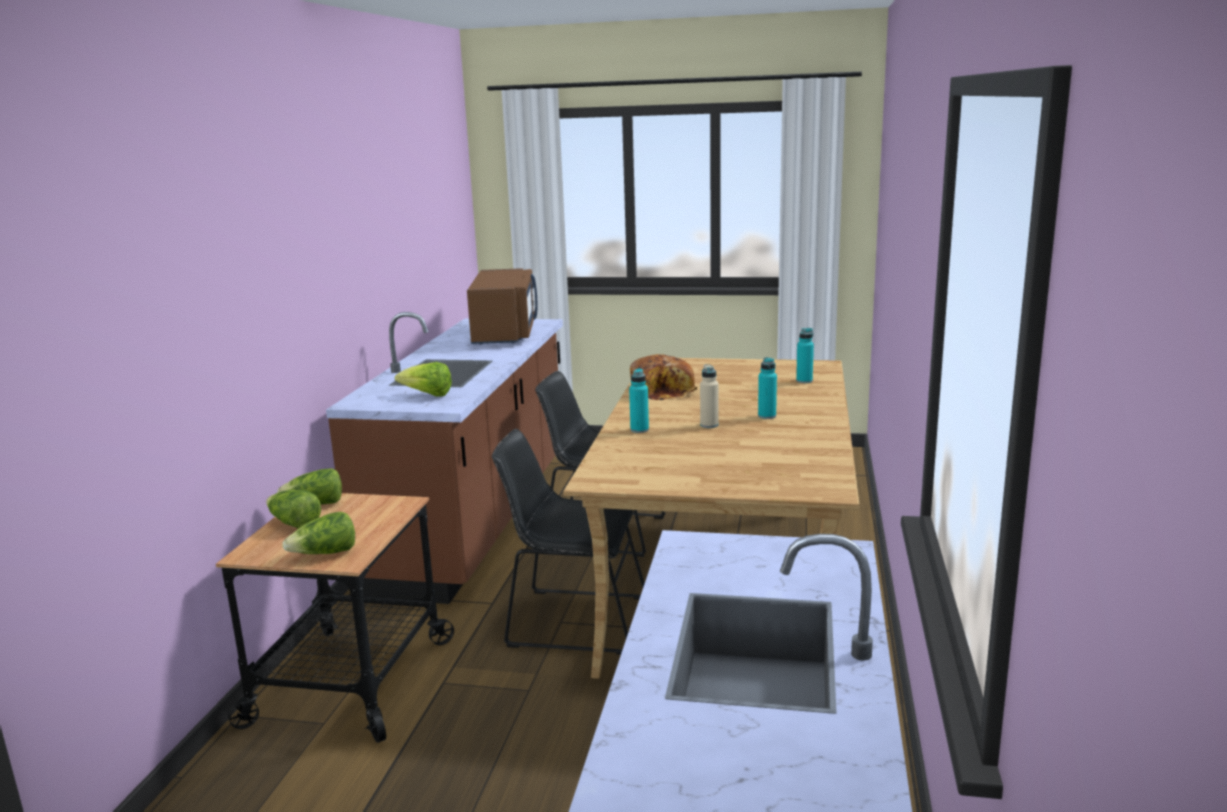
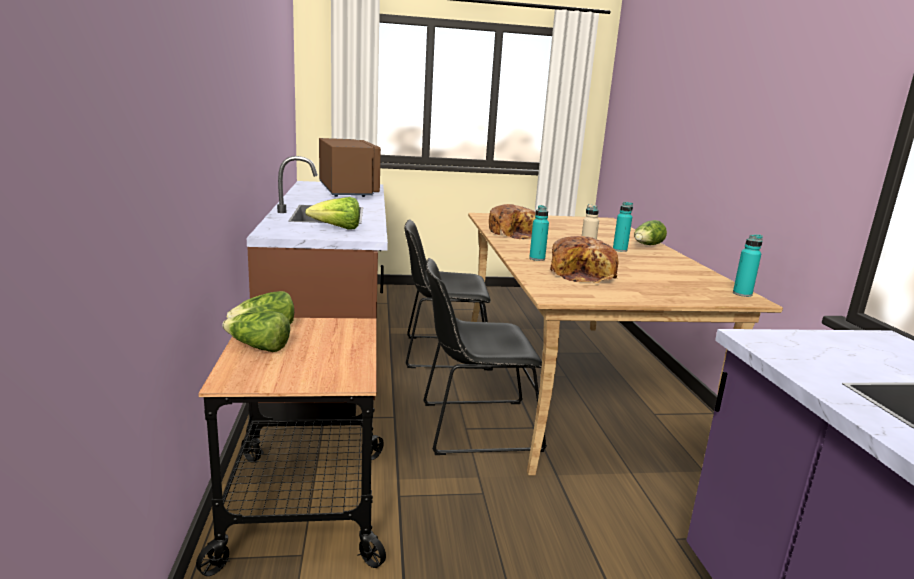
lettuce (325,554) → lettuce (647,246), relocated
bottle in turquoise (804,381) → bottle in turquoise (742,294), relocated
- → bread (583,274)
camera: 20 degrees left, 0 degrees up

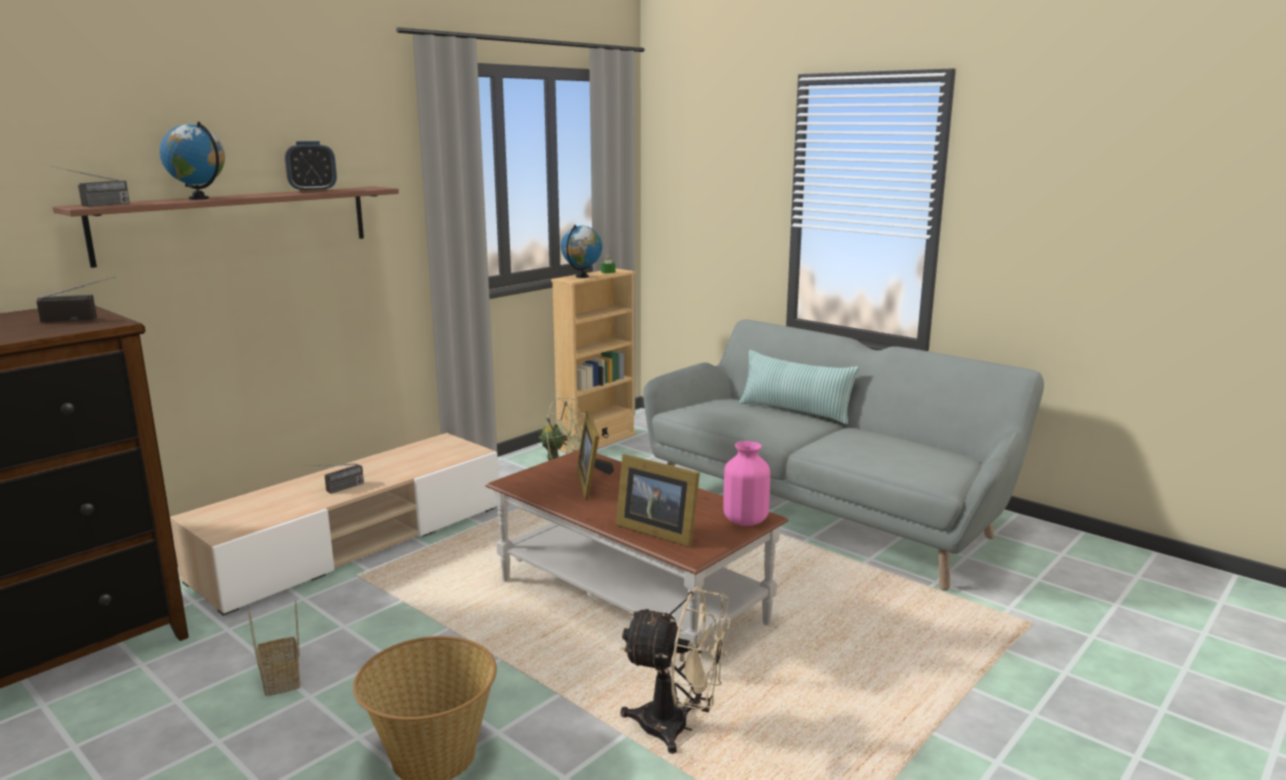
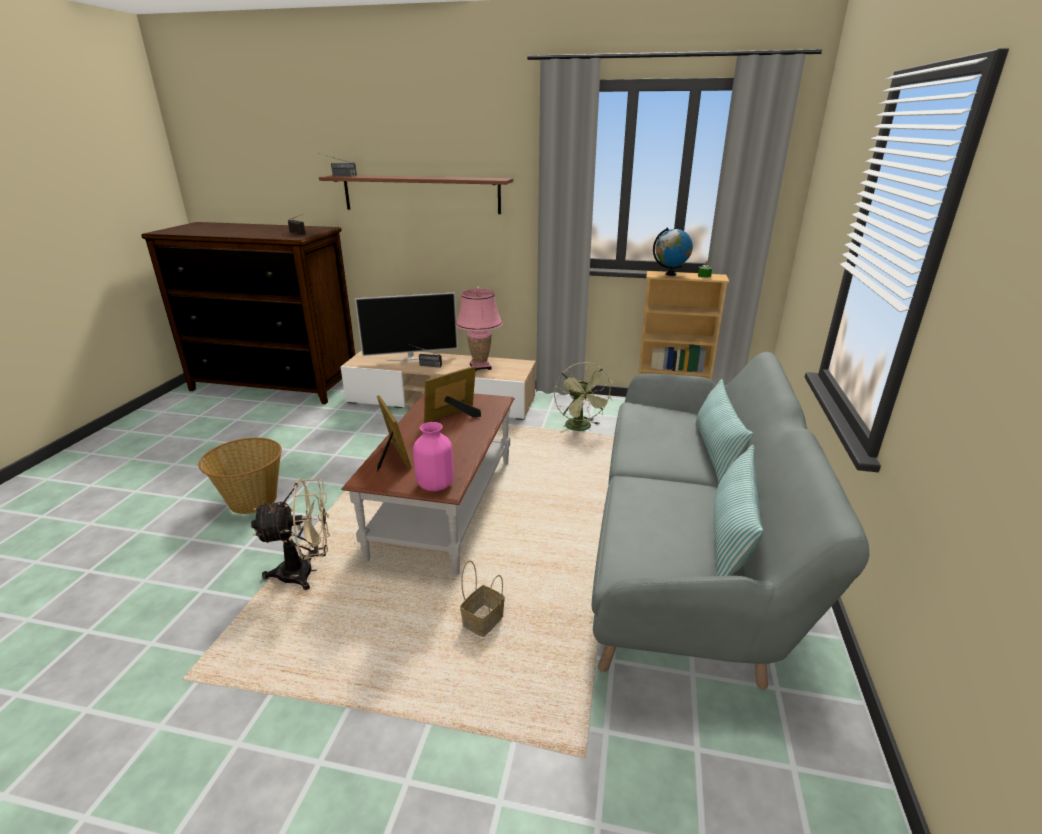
globe (199,198) → -
basket (282,681) → basket (483,622), relocated
alarm clock (313,191) → -
picture frame (656,530) → picture frame (393,457), 150 degrees clockwise
fan in beige (677,728) → fan in beige (306,572), 90 degrees counterclockwise
- → television (411,358)
- → table lamp in pink (480,367)
- → pillow (730,538)
camera: 60 degrees right, 10 degrees up

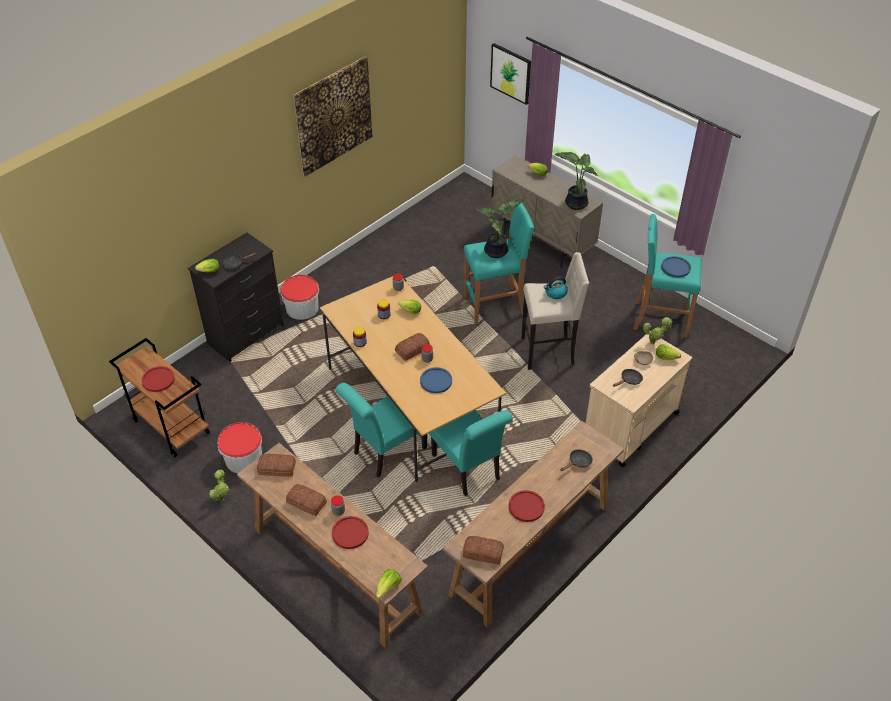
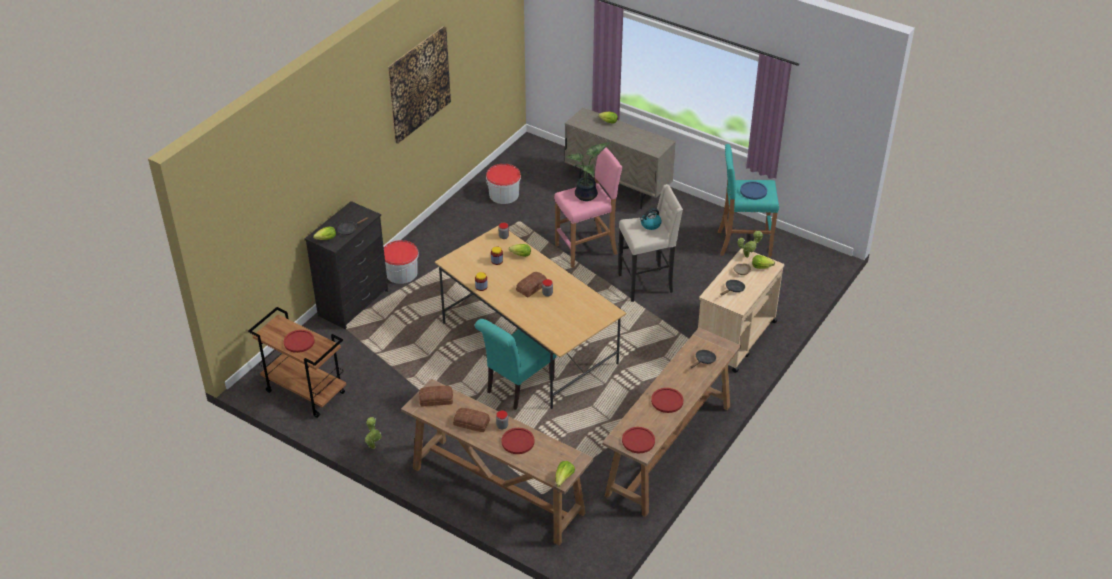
bucket (244,458) → bucket (504,194), relocated
plate in blue (436,381) → -
chair in turquoise (469,470) → -
bread (482,552) → plate in red (638,441)
stool in turquoise (495,305) → stool in pink (587,249)
picture (511,73) → -
potted plant (575,203) → -
camera: 10 degrees left, 5 degrees down

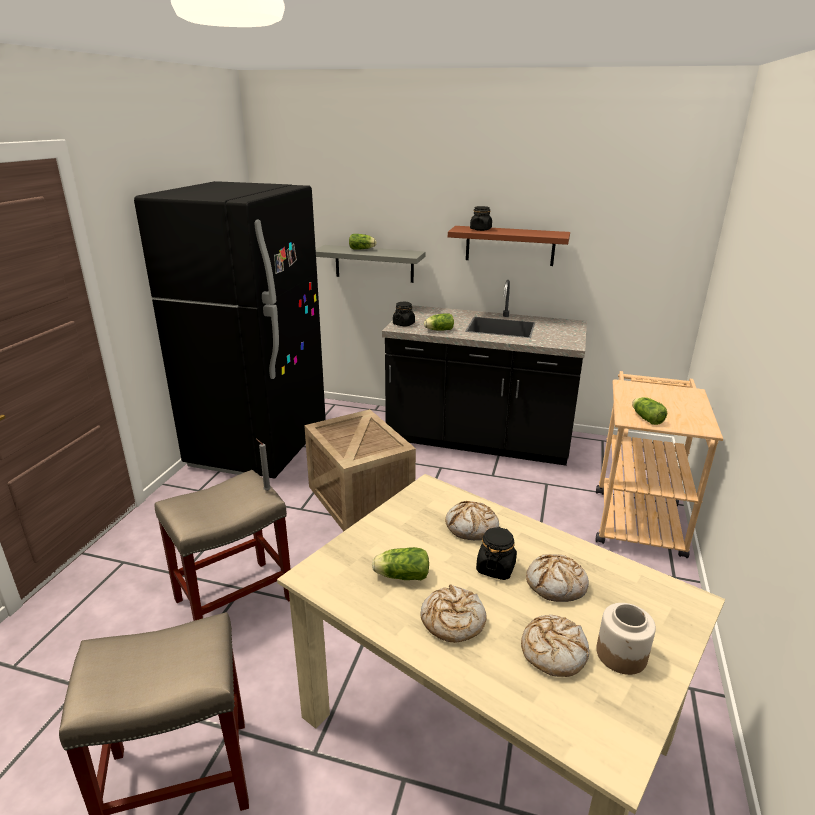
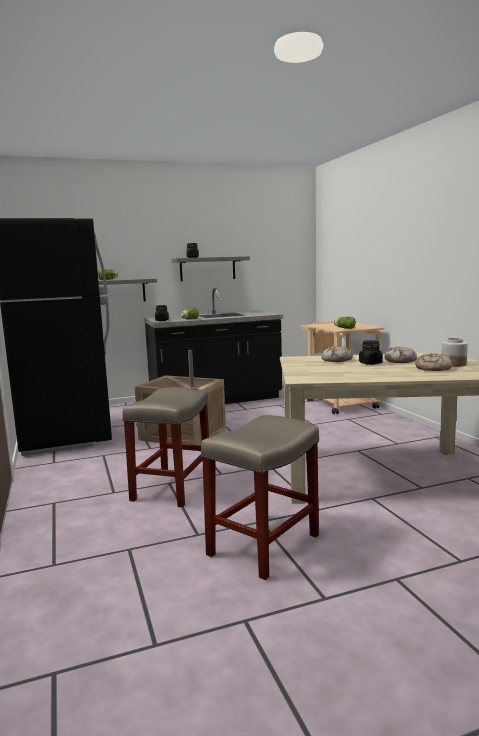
lettuce (400,575) → -
bread (452,621) → -
shelf in brown (510,245) → shelf in grey (207,269)
camera: 35 degrees left, 15 degrees down

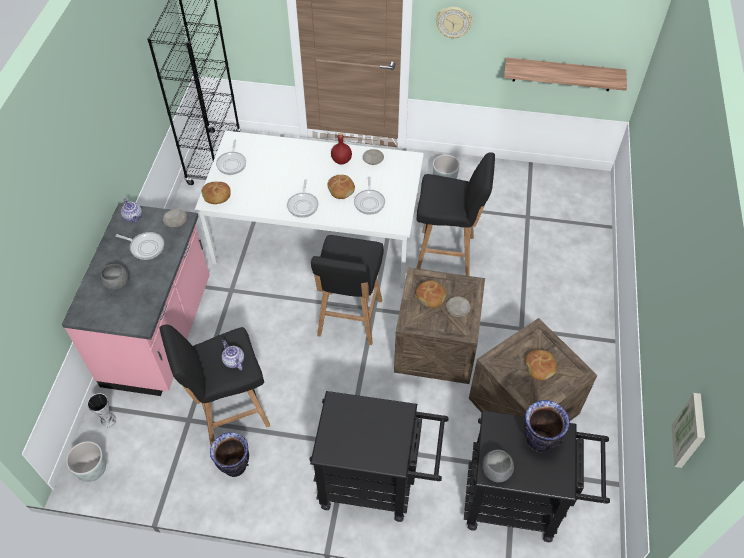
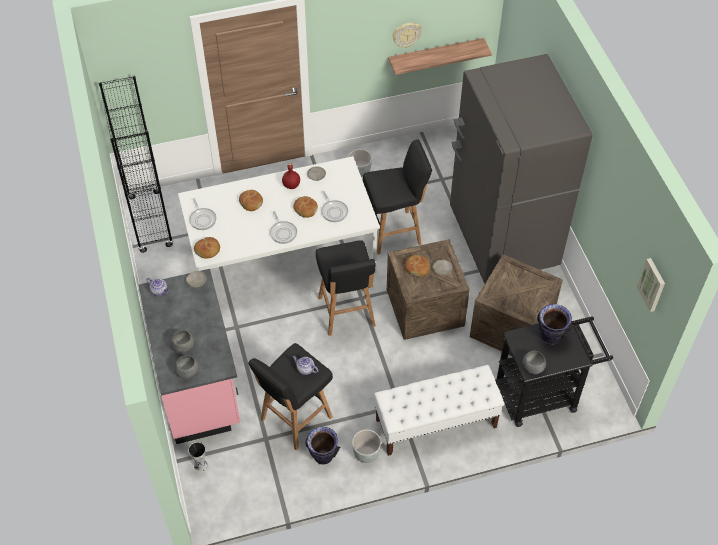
planter in grey (92,469) → planter in grey (366,454), relocated
frying pan (145,247) → -
cart in black (377,483) → bench in white (435,423)
wall clock (453,22) → wall clock (406,34), relocated
bread (540,367) → bread (251,202), relocated
- → bowl in grey (188,372)
- → fridge in grey (502,238)
camera: 25 degrees left, 0 degrees up

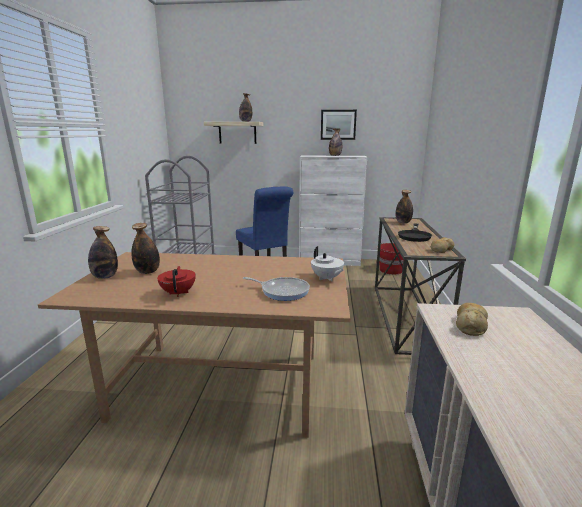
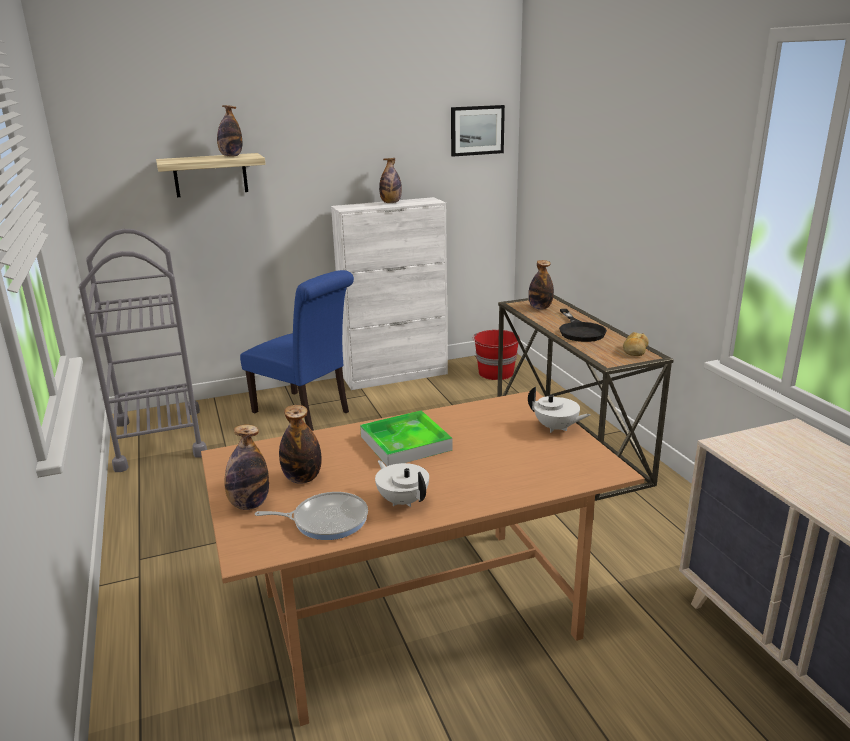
teapot in red (178,293) → teapot in white (403,500)
frying pan (282,291) → frying pan (326,520), relocated
picture (338,124) → picture (477,130), relocated
bread (470,325) → -
- → tray (405,443)
camera: 25 degrees left, 5 degrees up

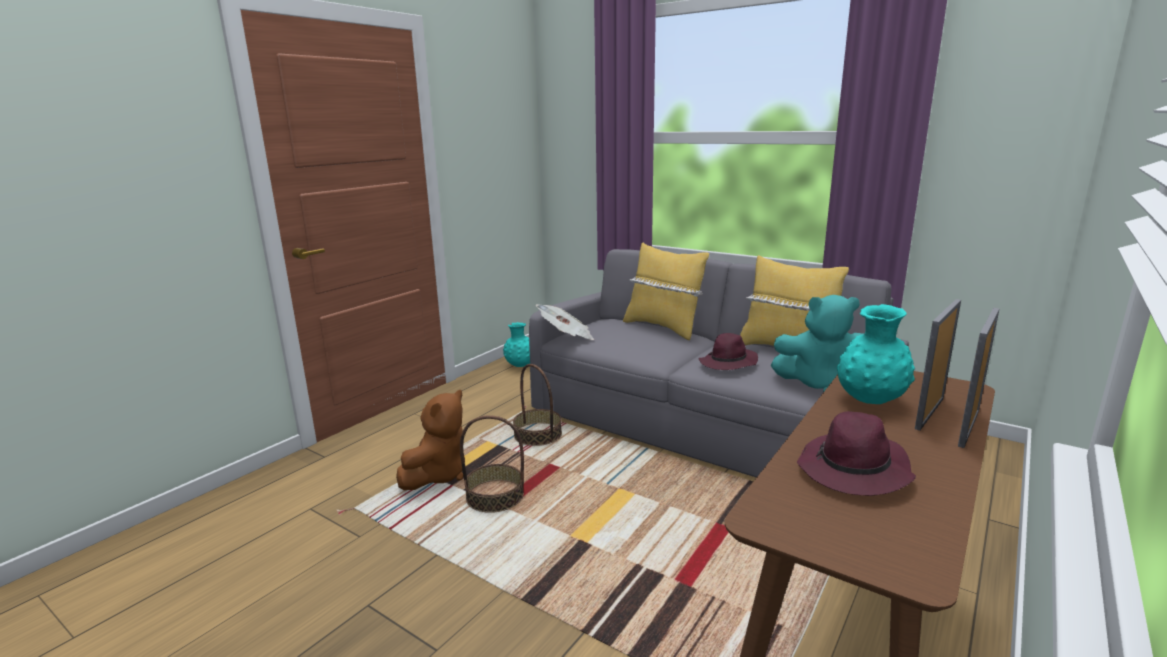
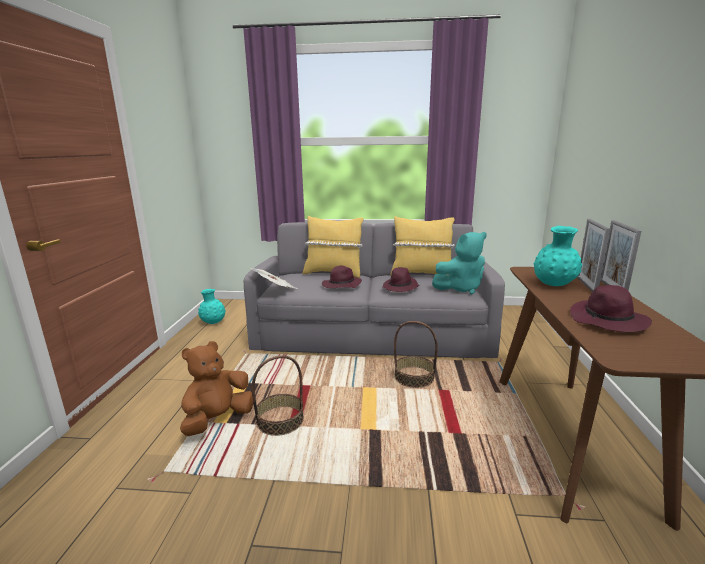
plush toy in brown (438,475) → plush toy in brown (218,419), 135 degrees counterclockwise
basket (538,434) → basket (414,377), relocated
- → hat in purple (341,285)
camera: 30 degrees left, 0 degrees up

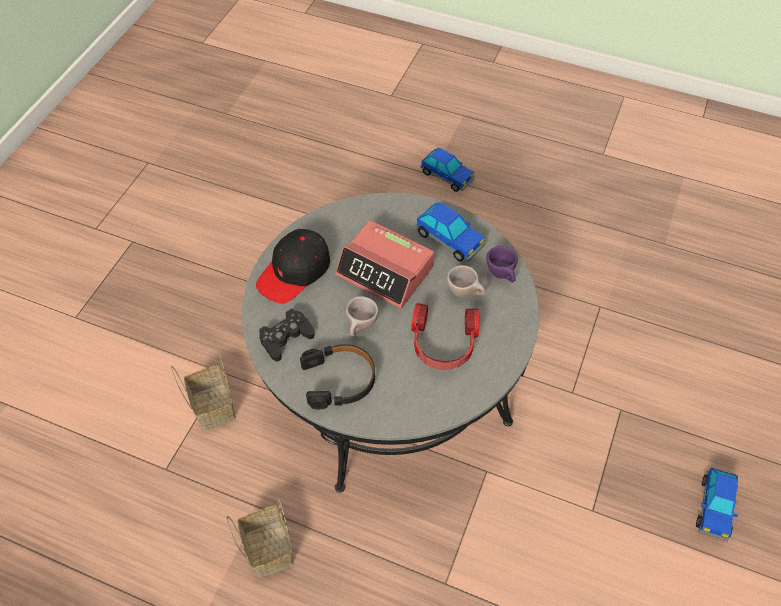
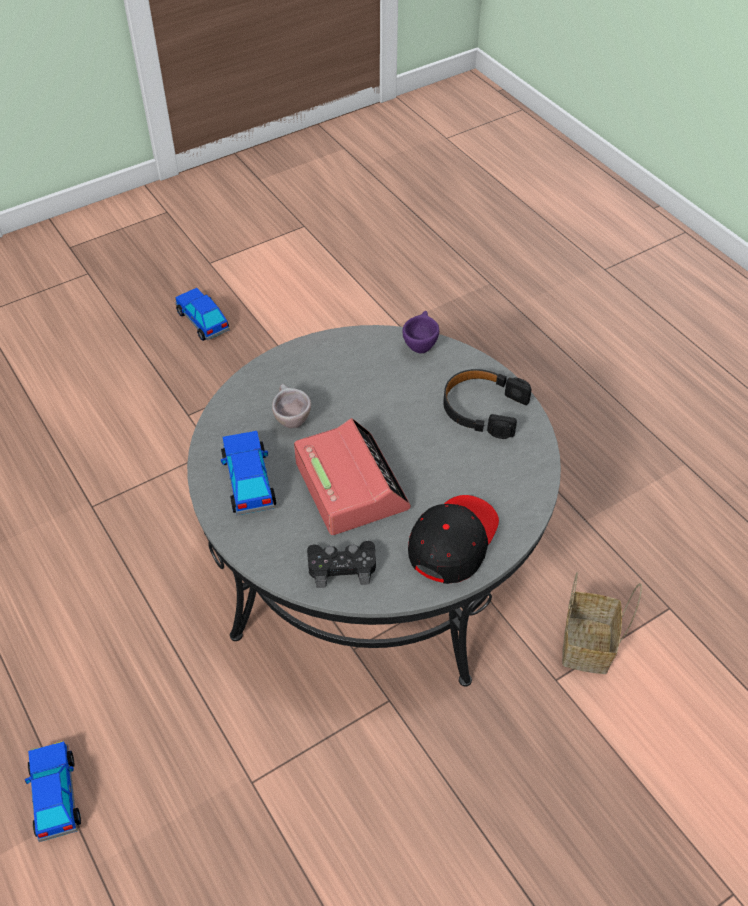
basket (267,547) → -
cap in black (294,272) → cap in black (453,541), 45 degrees counterclockwise
game controller in black (286,338) → game controller in black (342,567), relocated
cup in beige (361,327) → -
headphones (443,344) → -
cup in purple (502,275) → cup in purple (420,345), relocated
toy car (714,507) → toy car (203,321), 90 degrees counterclockwise
camera: 145 degrees left, 5 degrees down

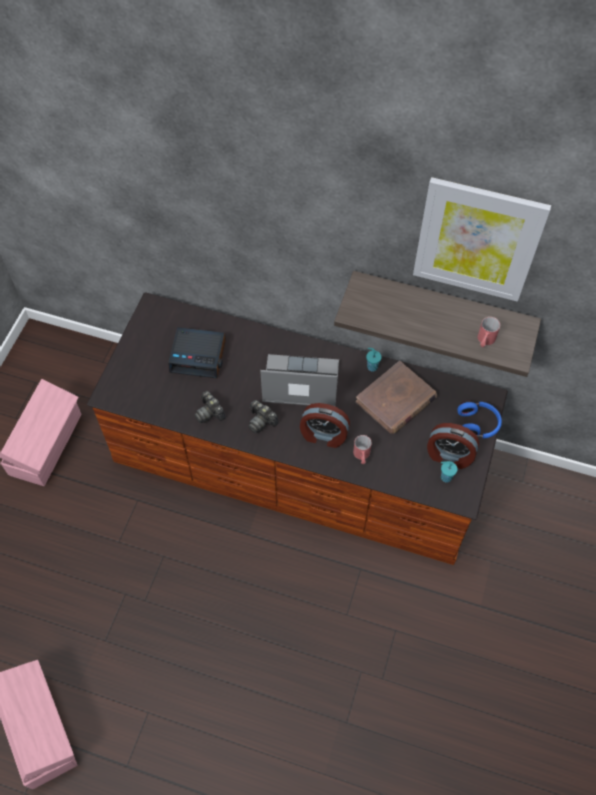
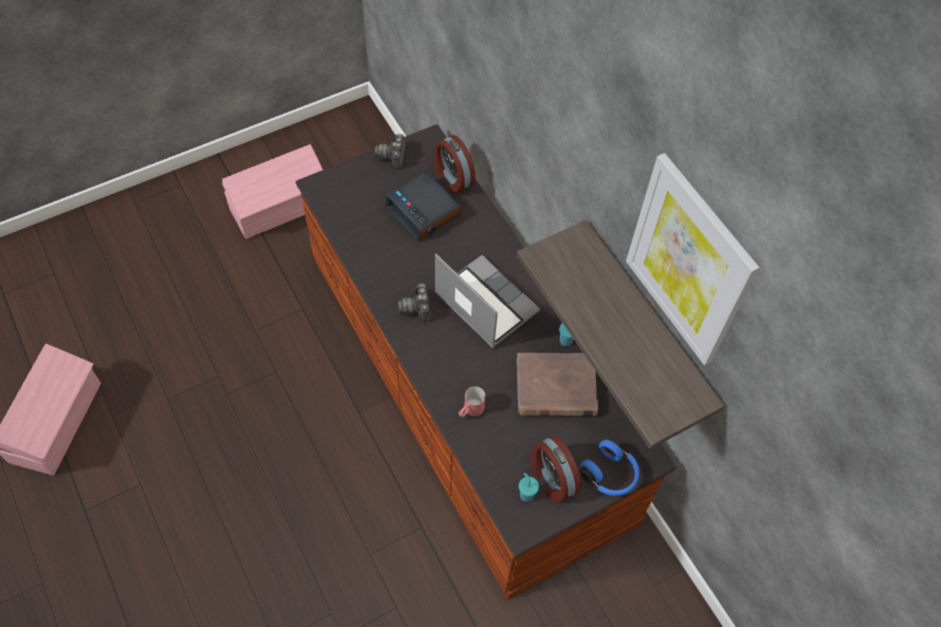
photo camera (210,412) → photo camera (392,156), relocated
alarm clock (323,435) → alarm clock (452,178), relocated
mug in red (484,341) → -
camera: 40 degrees right, 0 degrees up

